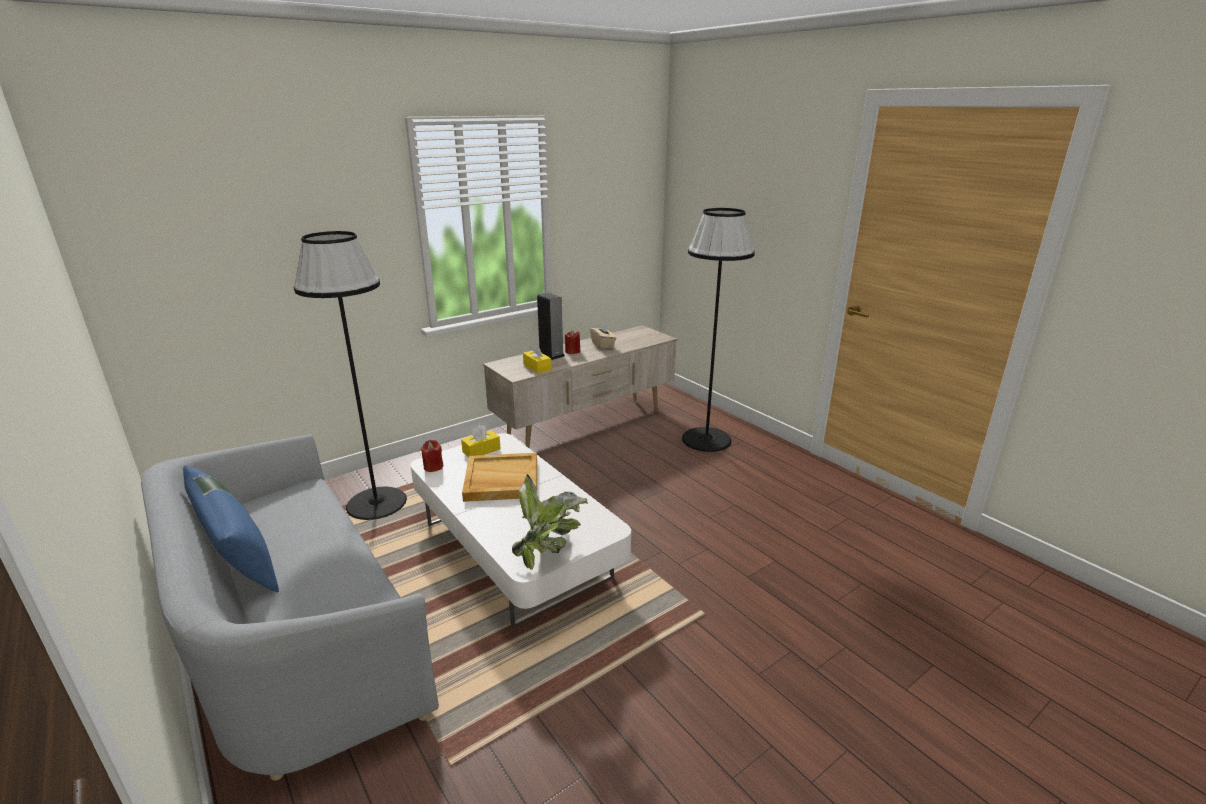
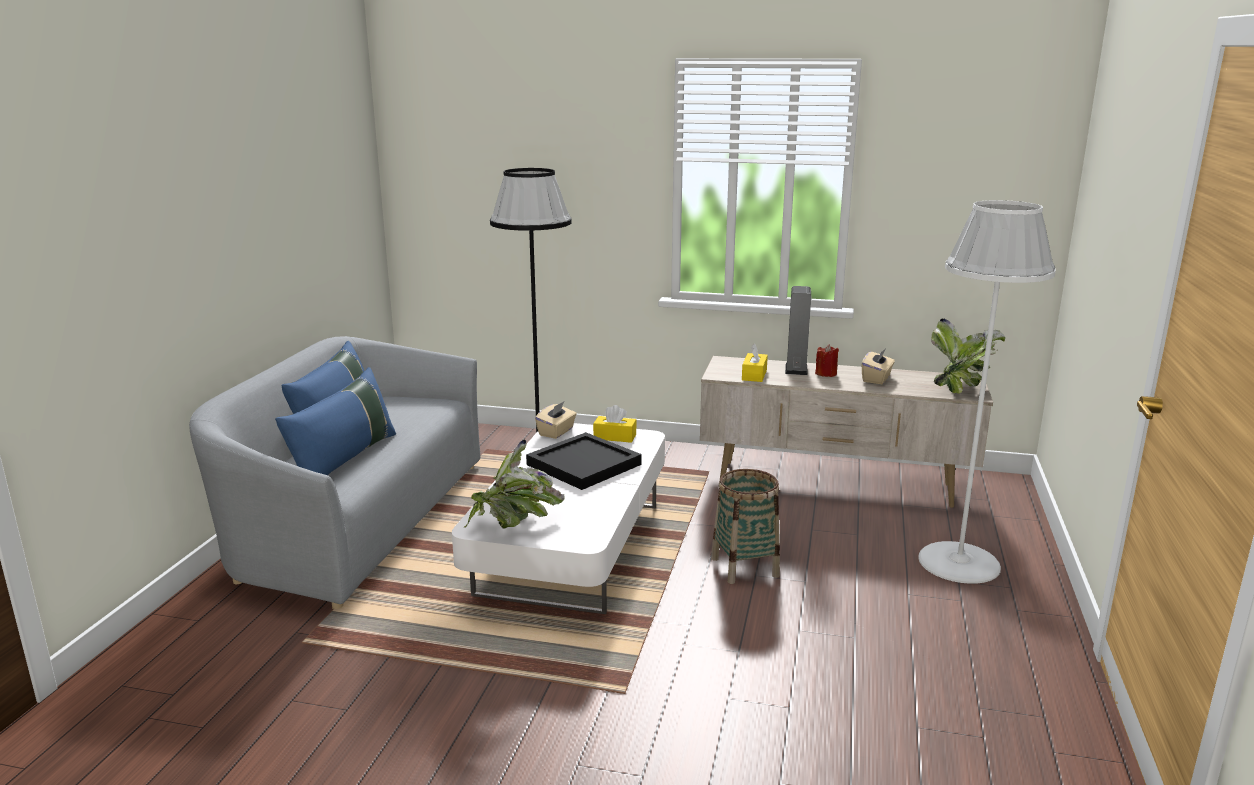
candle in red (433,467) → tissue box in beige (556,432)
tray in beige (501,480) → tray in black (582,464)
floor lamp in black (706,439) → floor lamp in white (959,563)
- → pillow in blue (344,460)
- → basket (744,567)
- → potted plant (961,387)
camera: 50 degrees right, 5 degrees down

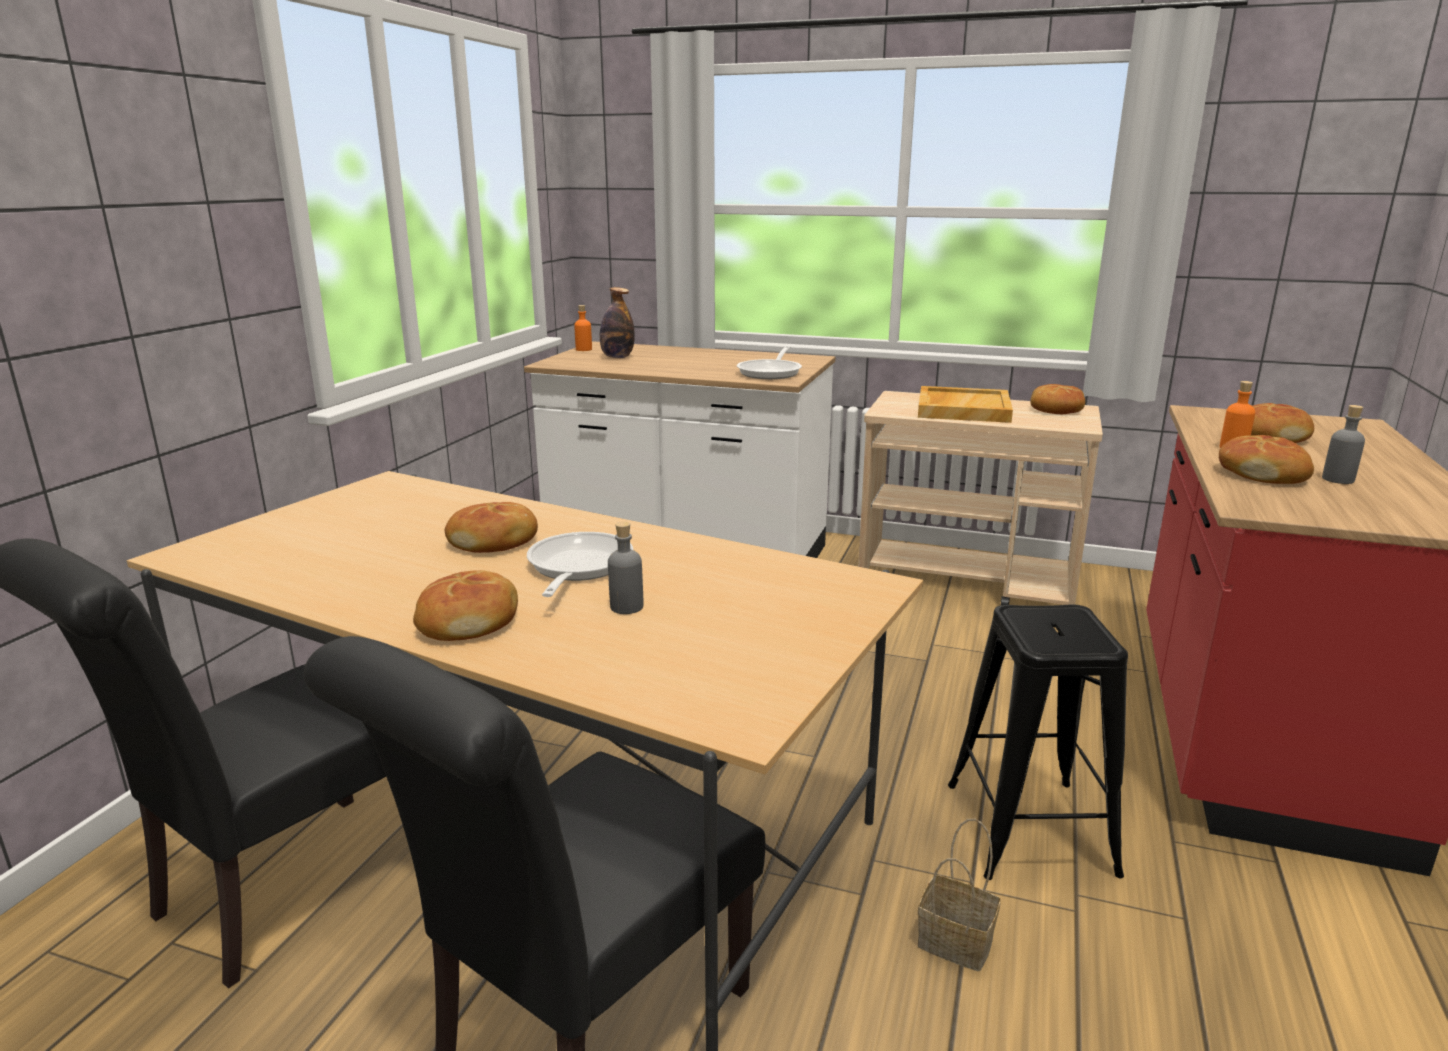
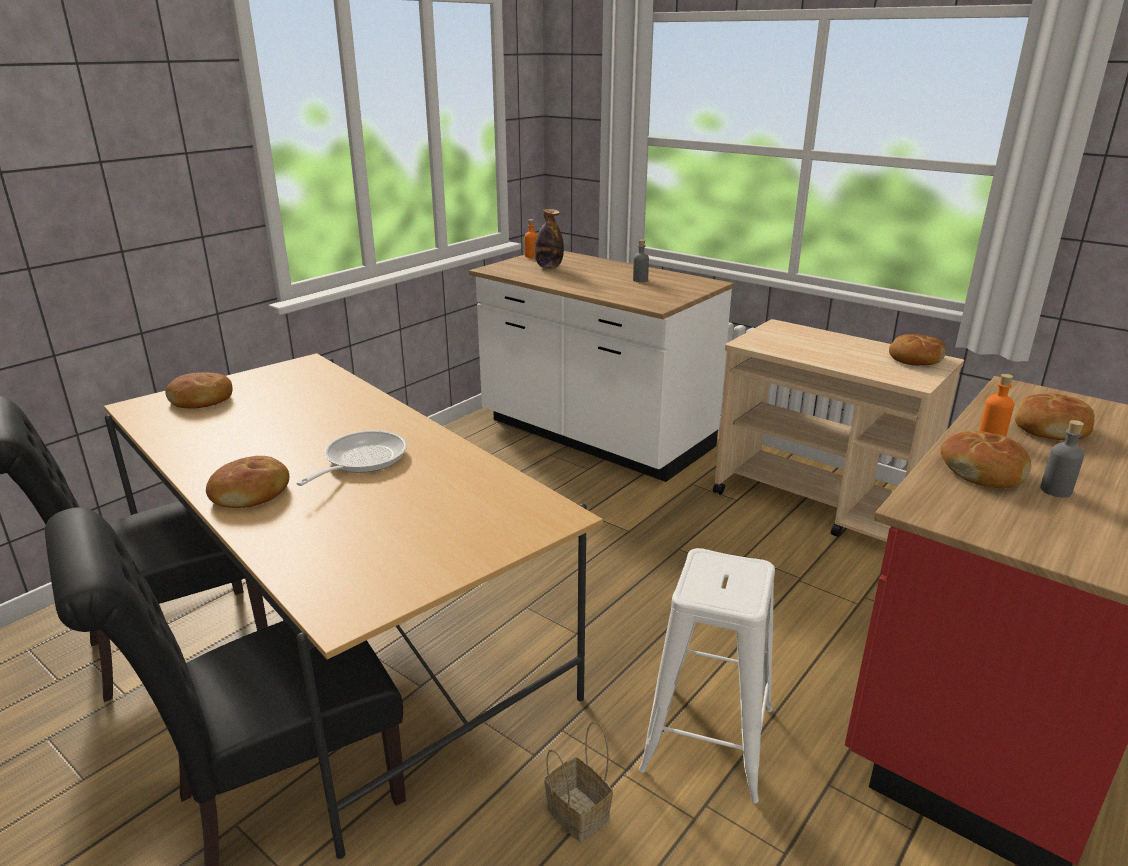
bread (494,541) → bread (202,400), relocated
bottle in grey (626,607) → bottle in grey (640,280), relocated
frying pan (771,372) → -
tray in beige (962,409) → -
stool in black (1030,828) → stool in white (708,738)
camera: 20 degrees right, 5 degrees up

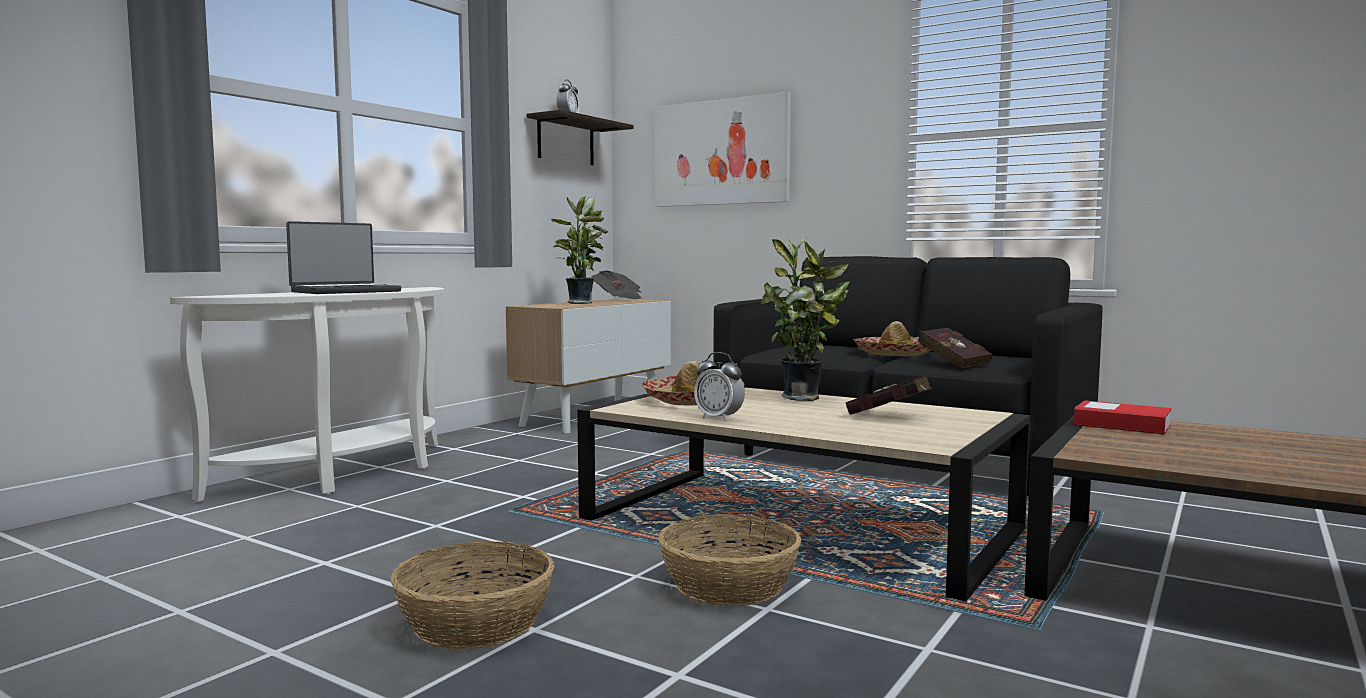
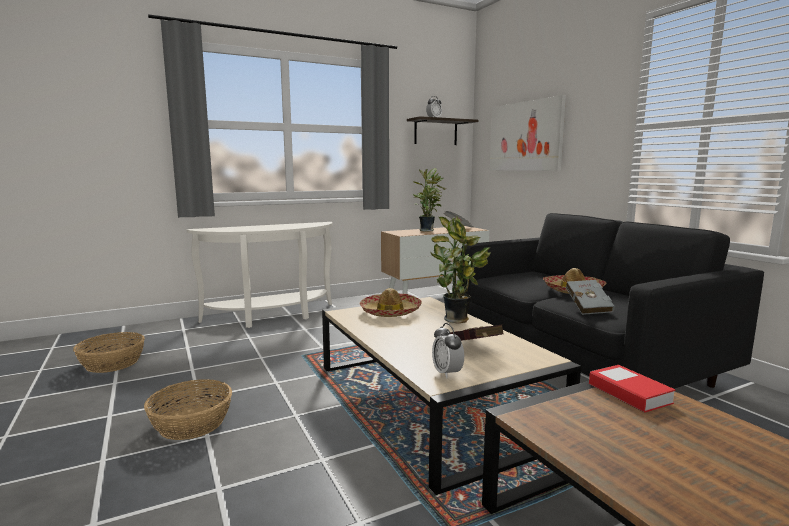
laptop (345,291) → -
basket (728,585) → basket (112,363), relocated
alarm clock (719,418) → alarm clock (447,373), relocated
book in red (952,364) → book in grey (587,308)
camera: 30 degrees right, 5 degrees up

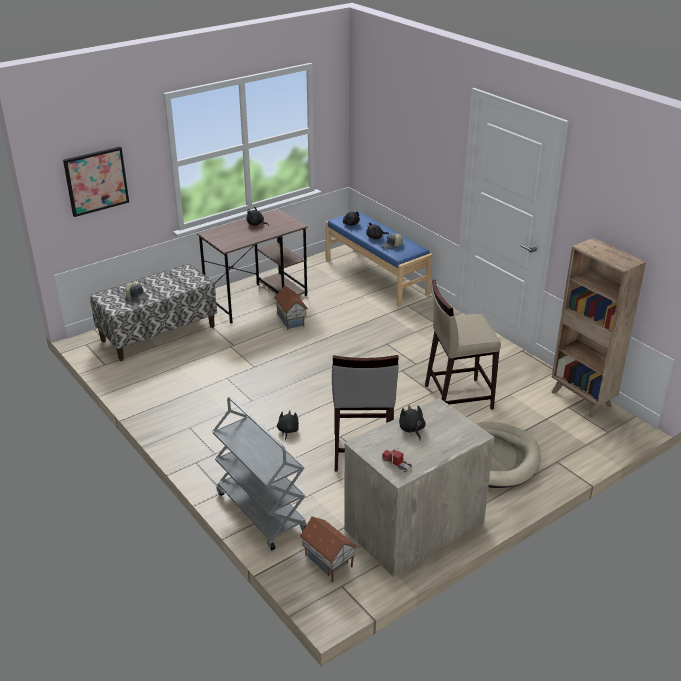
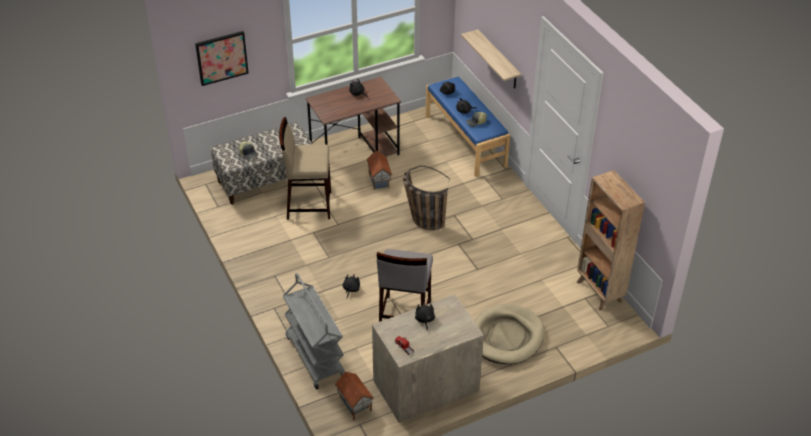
stool in beige (457,396) → stool in beige (308,205), relocated
- → basket (421,219)
- → shelf (498,60)
camera: 10 degrees right, 10 degrees up

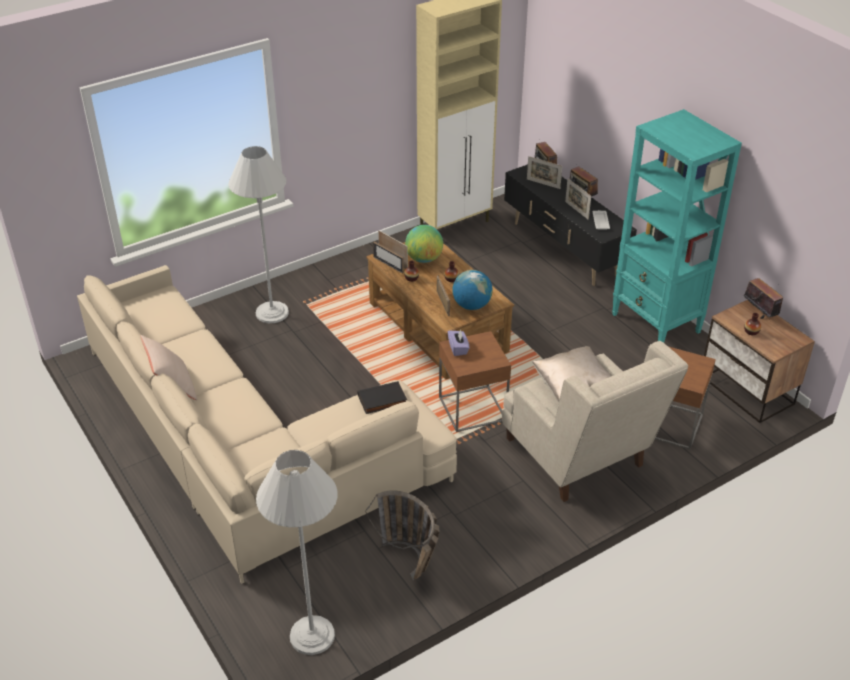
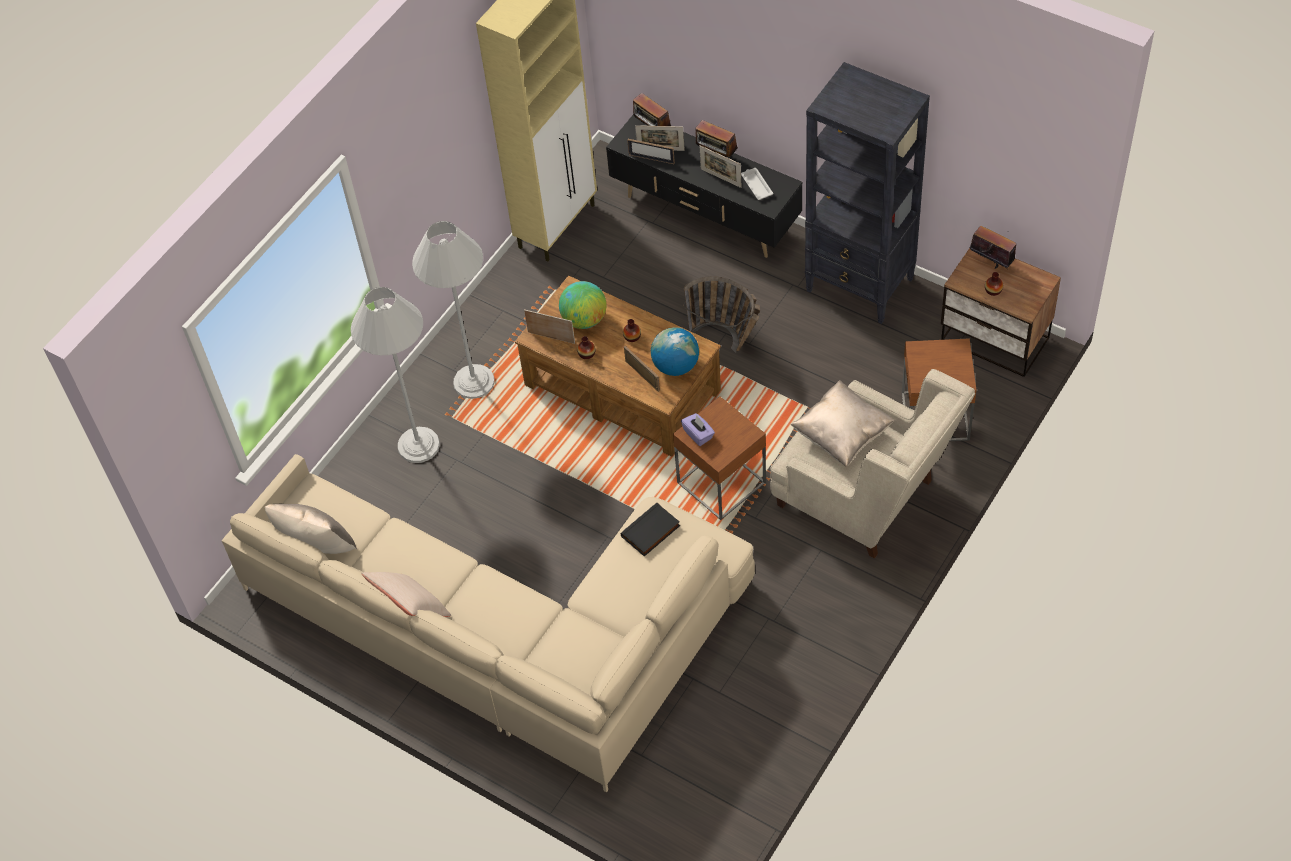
floor lamp in white (312,635) → floor lamp in white (473,382), relocated
basket (412,566) → basket (727,341), relocated
picture frame (388,265) → picture frame (651,159), relocated
bookcase in turquoise (656,324) → bookcase in black (860,285)
- → pillow in beige (317,547)
camera: 20 degrees left, 15 degrees up

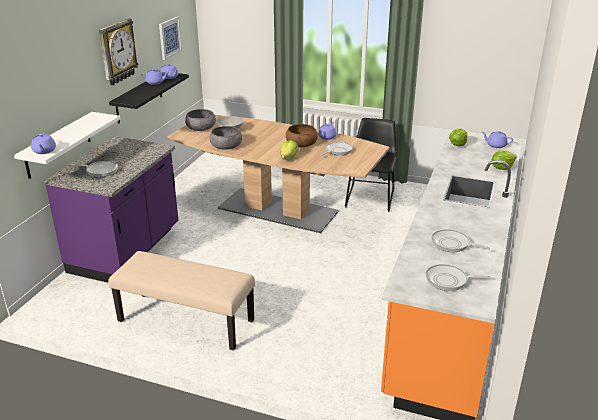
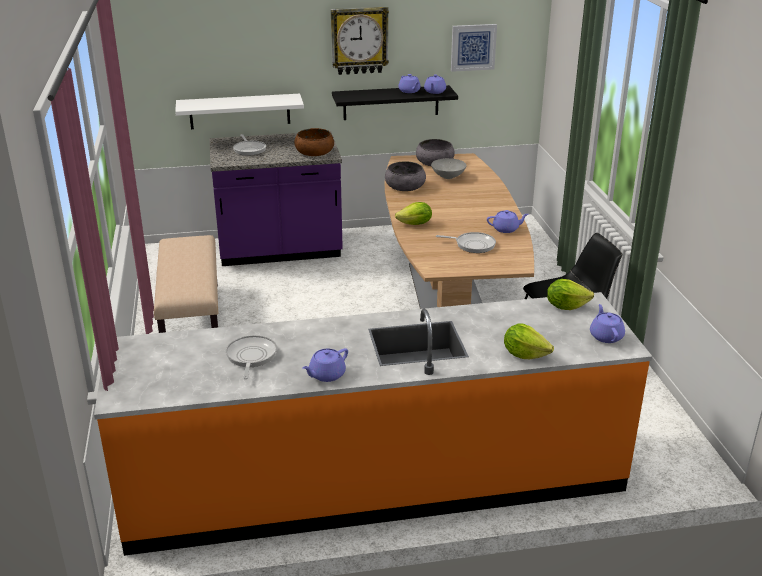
teapot in purple (44,151) → teapot in purple (326,375), relocated
bowl in brown (301,143) → bowl in brown (314,152), relocated
frying pan (449,280) → -
camera: 60 degrees right, 0 degrees up

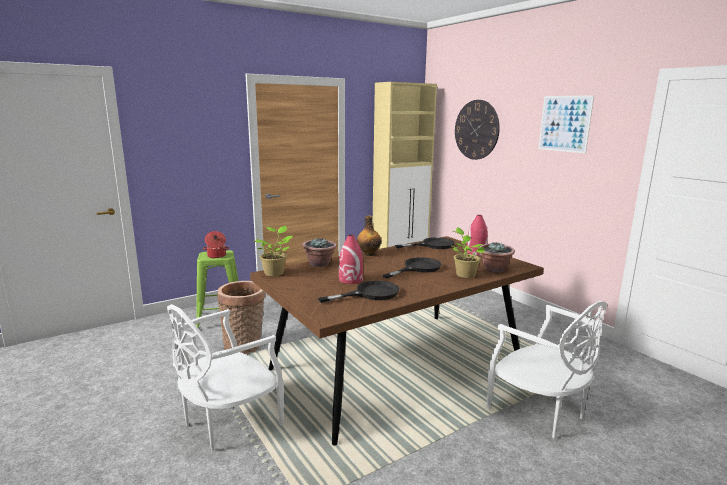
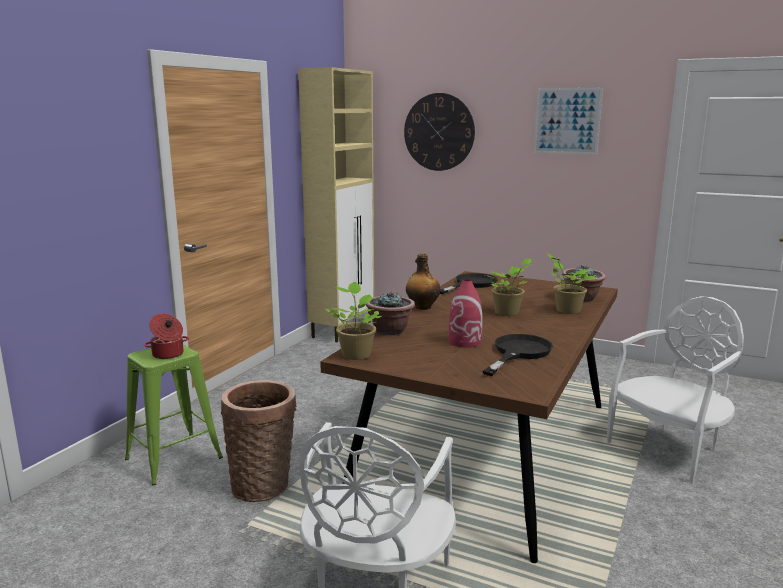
frying pan in black (417,268) → potted plant (508,313)
vase in red (476,252) → -
chair in white (539,411) → chair in white (669,449), 60 degrees counterclockwise
camera: 30 degrees left, 0 degrees up

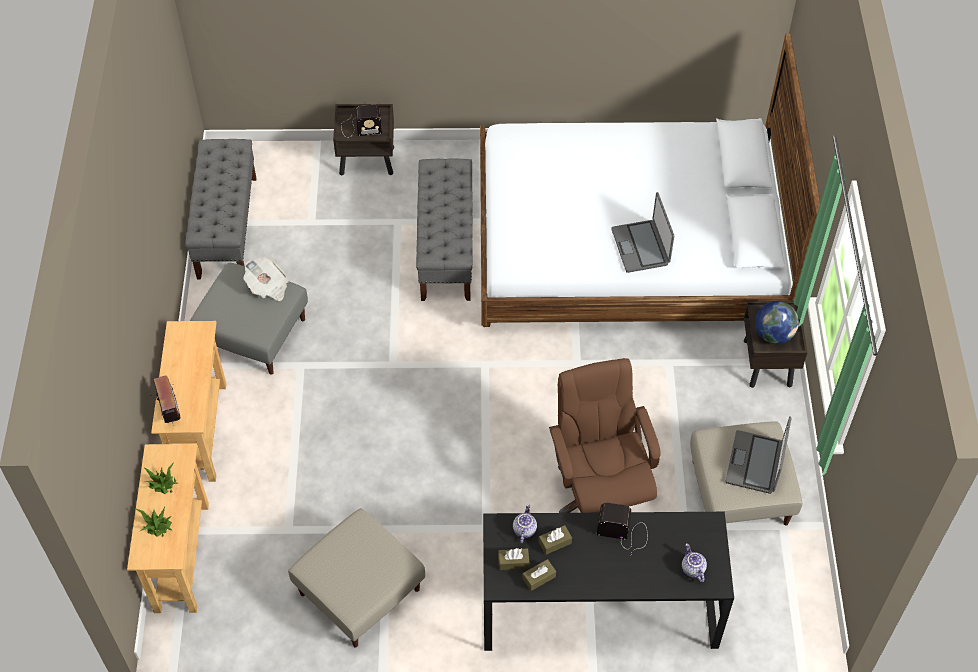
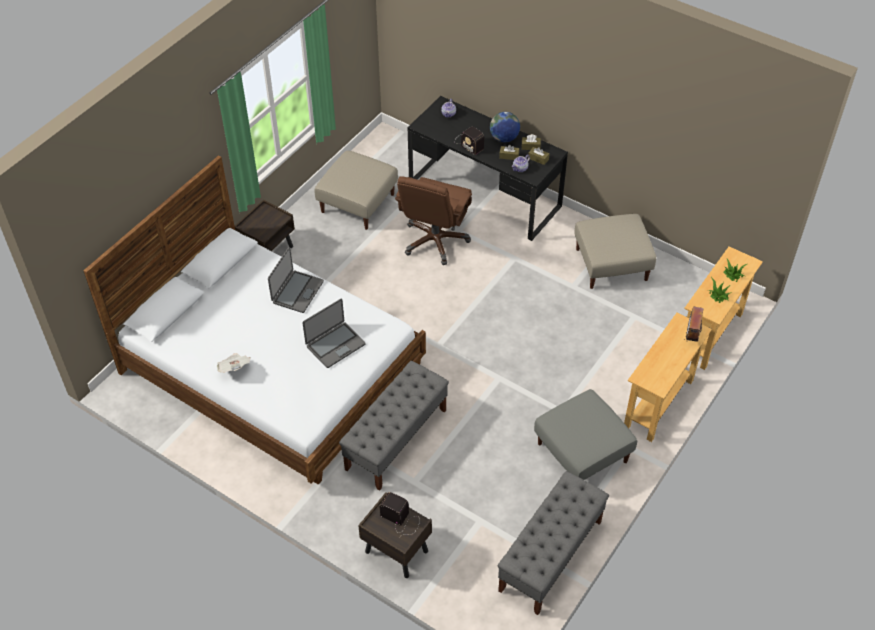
newspaper (268,287) → newspaper (234,368), relocated
laptop (755,463) → laptop (335,345), relocated
globe (773,334) → globe (504,138), relocated
camera: 145 degrees left, 5 degrees down

